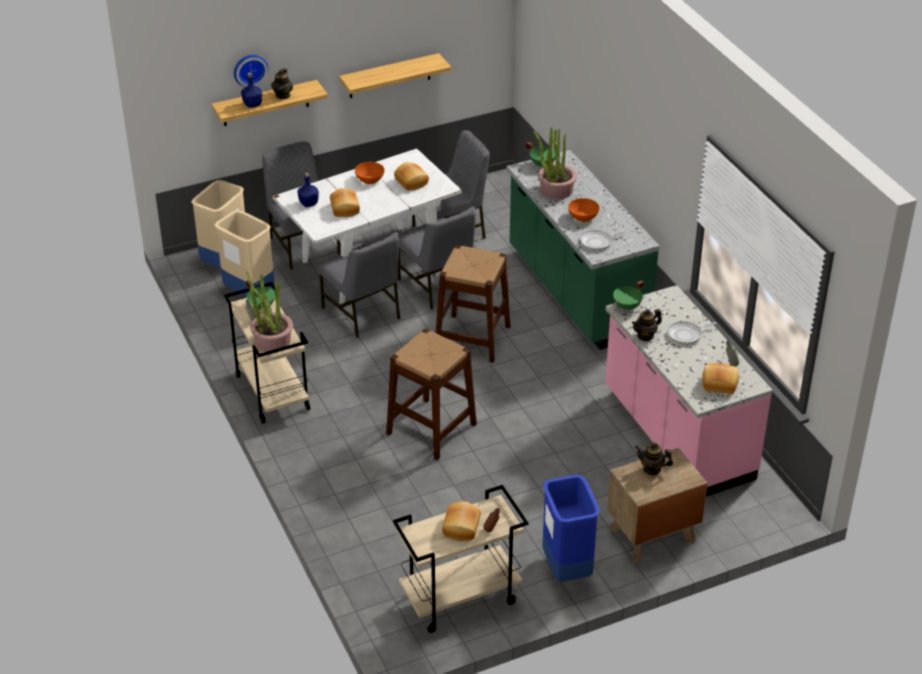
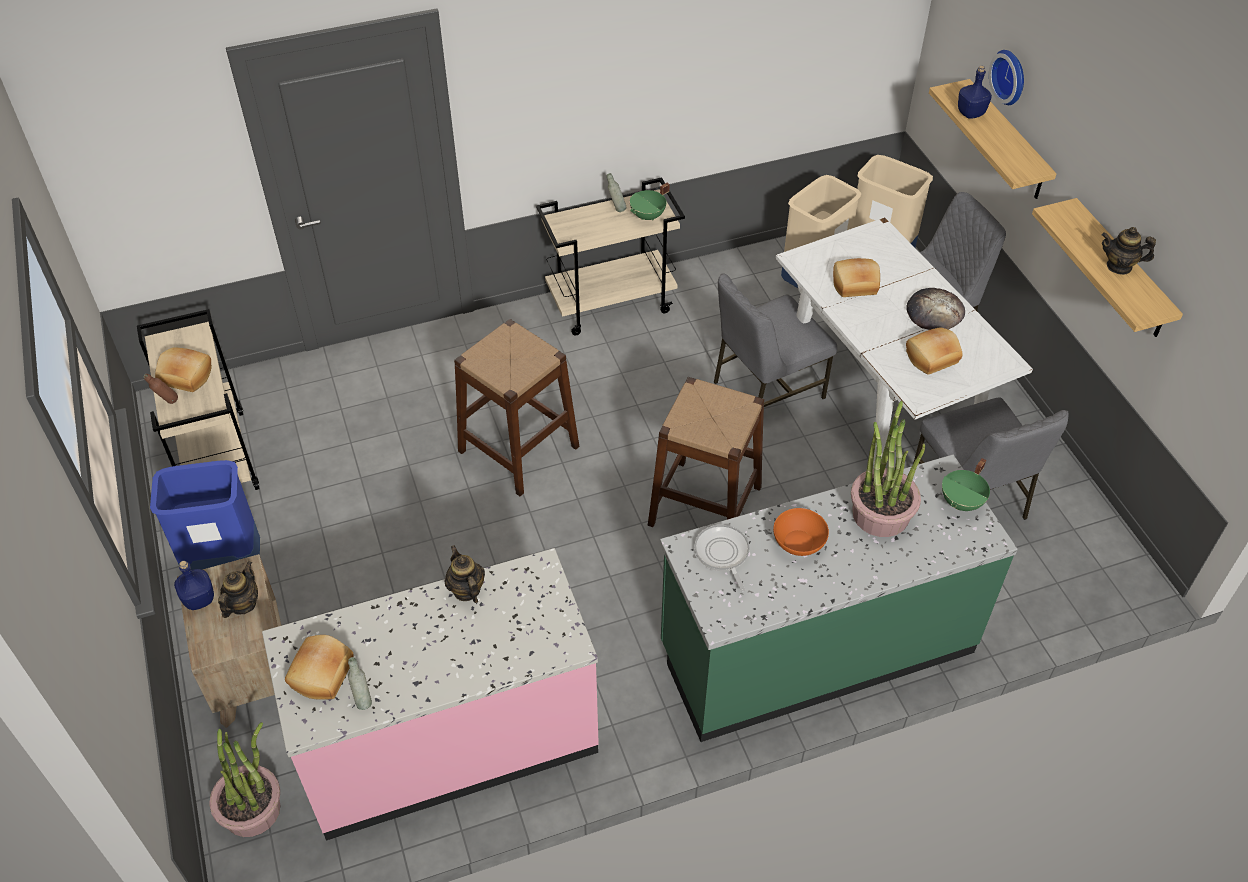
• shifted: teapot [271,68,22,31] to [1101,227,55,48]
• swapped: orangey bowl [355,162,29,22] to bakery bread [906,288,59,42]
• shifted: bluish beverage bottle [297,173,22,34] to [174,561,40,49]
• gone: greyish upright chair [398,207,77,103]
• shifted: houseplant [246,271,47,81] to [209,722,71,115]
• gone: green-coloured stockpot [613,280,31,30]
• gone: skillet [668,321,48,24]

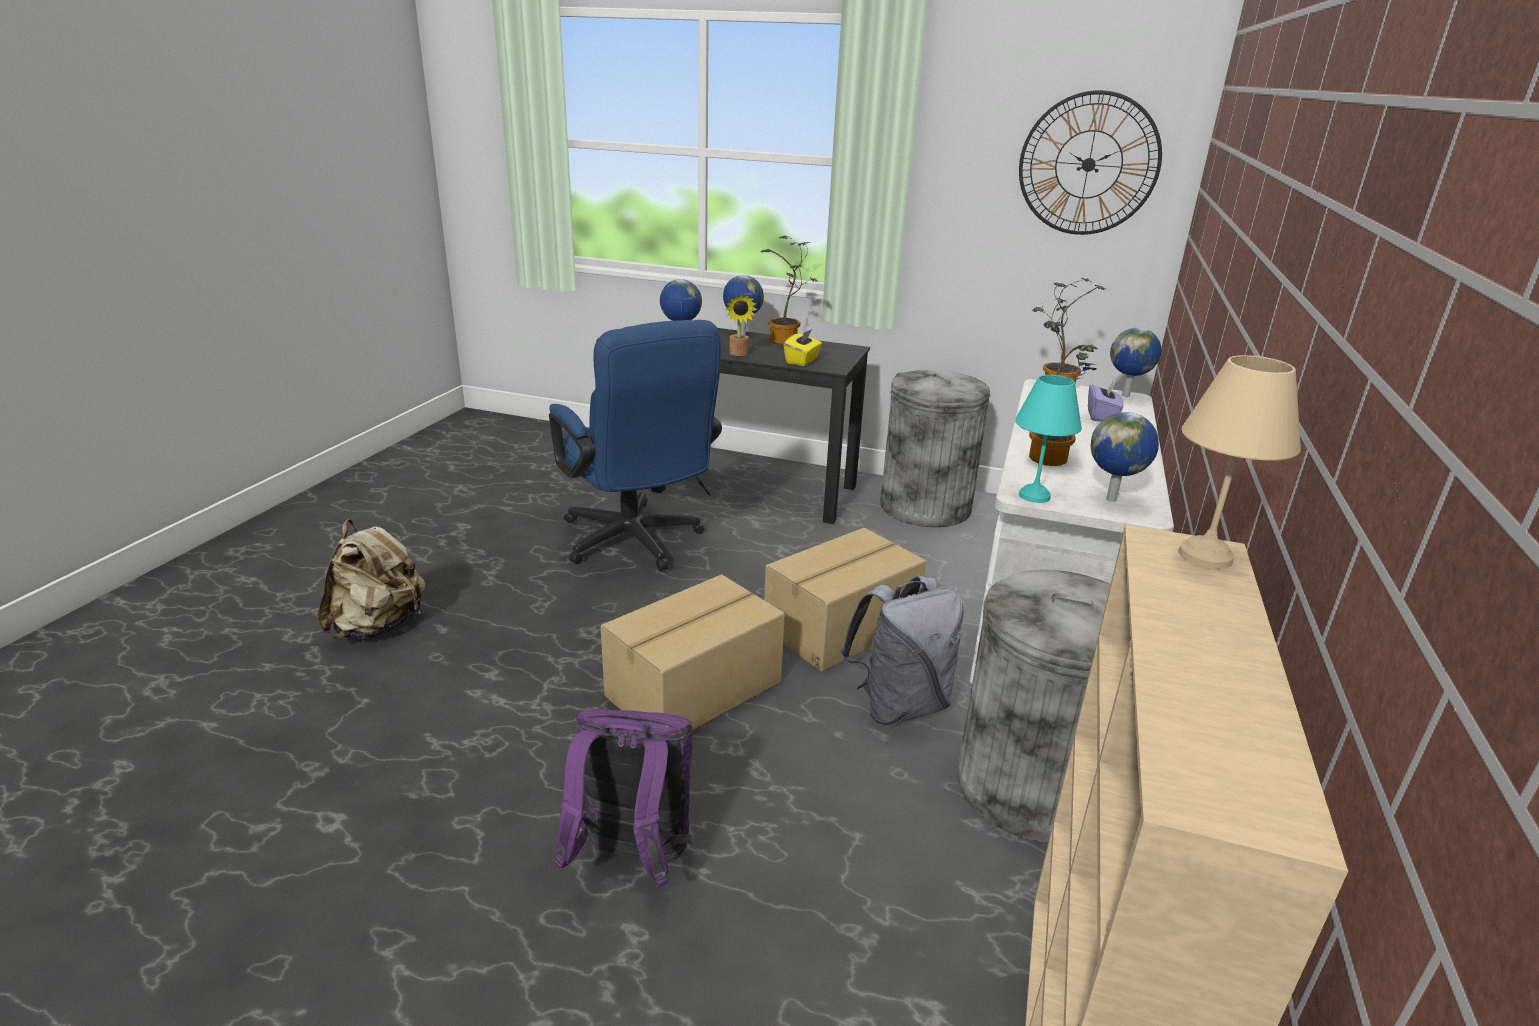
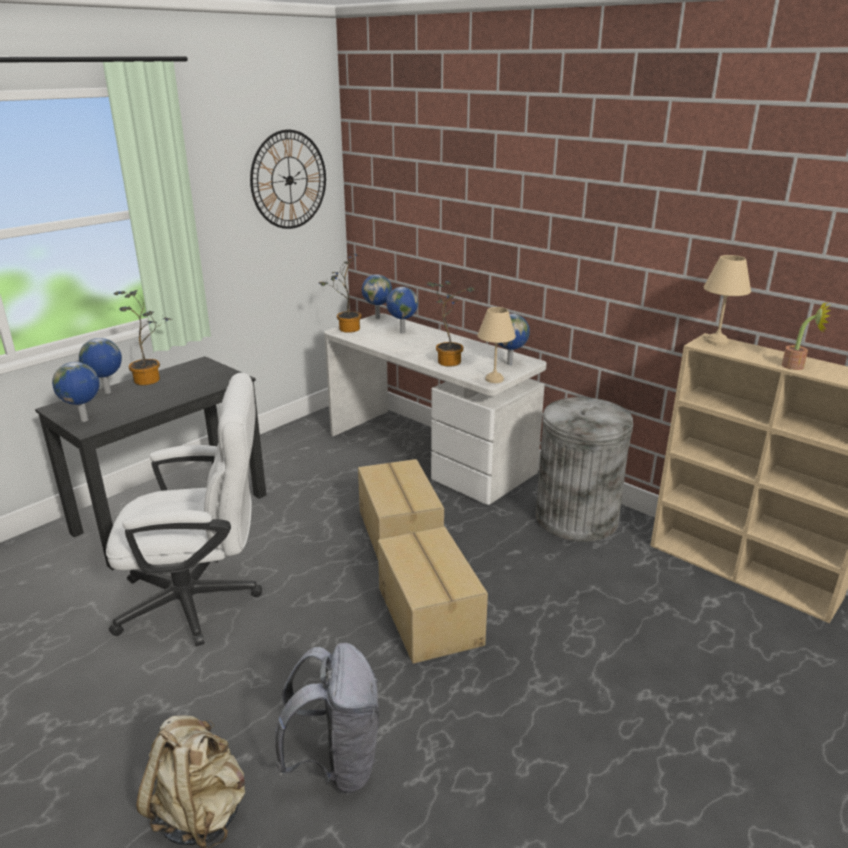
• shifted: houseplant [726,294,31,62] to [782,301,49,69]
• repainted: bluish office chair [549,320,173,251] to white office chair [106,373,156,273]
• gone: yellow-coloured box of tissues [784,329,38,37]
• gone: greyish waste bin [880,370,110,157]
• repainted: turquoise tabletop lamp [1015,375,67,128] to beige-coloured tabletop lamp [478,307,38,76]
• swapped: purple-coloured box of tissues [1088,380,36,42] to world globe [386,287,32,46]
• shifted: greyish knapsack [840,575,123,150] to [275,643,104,151]
• gone: purple-coloured knapsack [555,709,138,178]

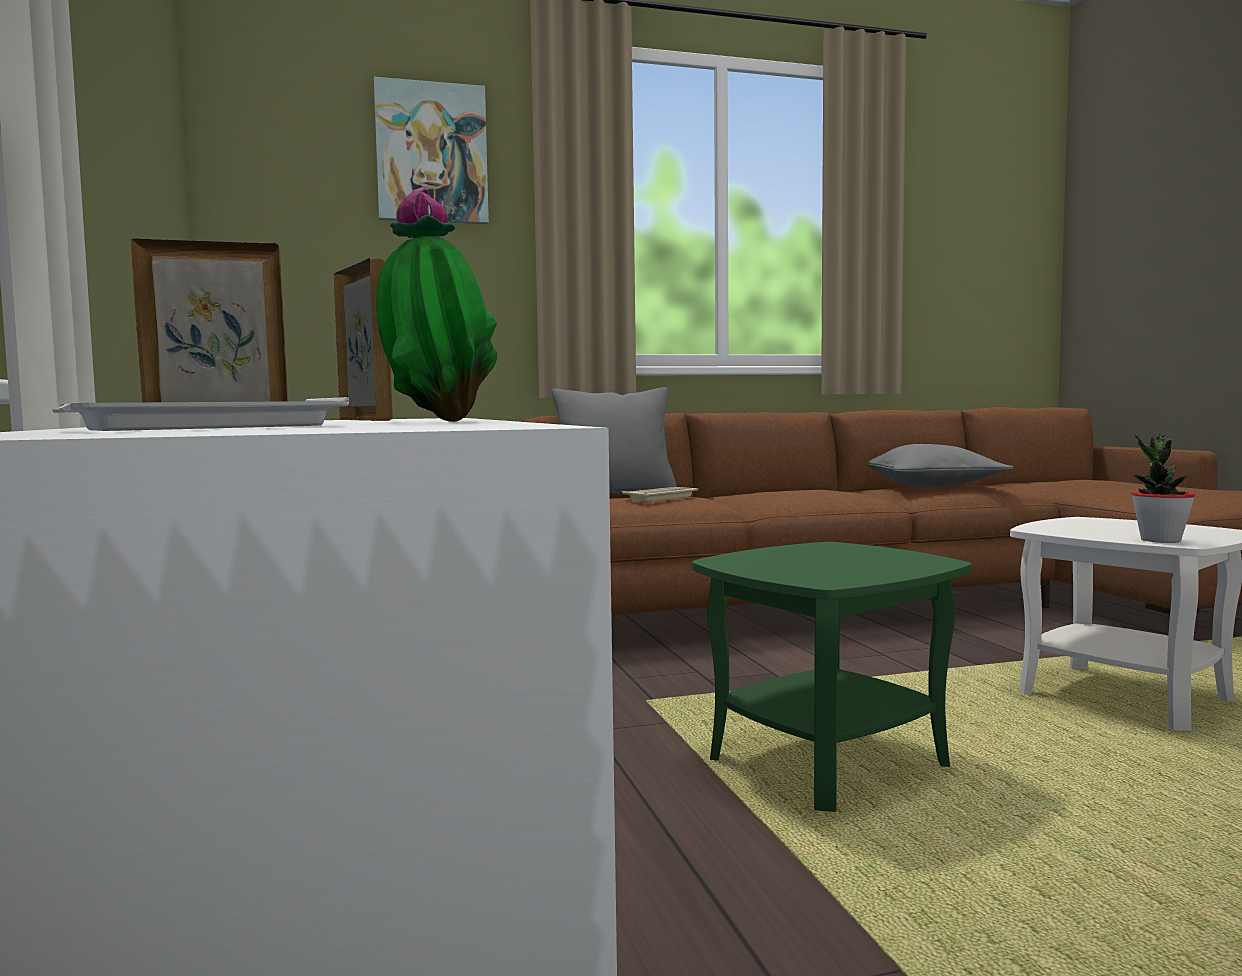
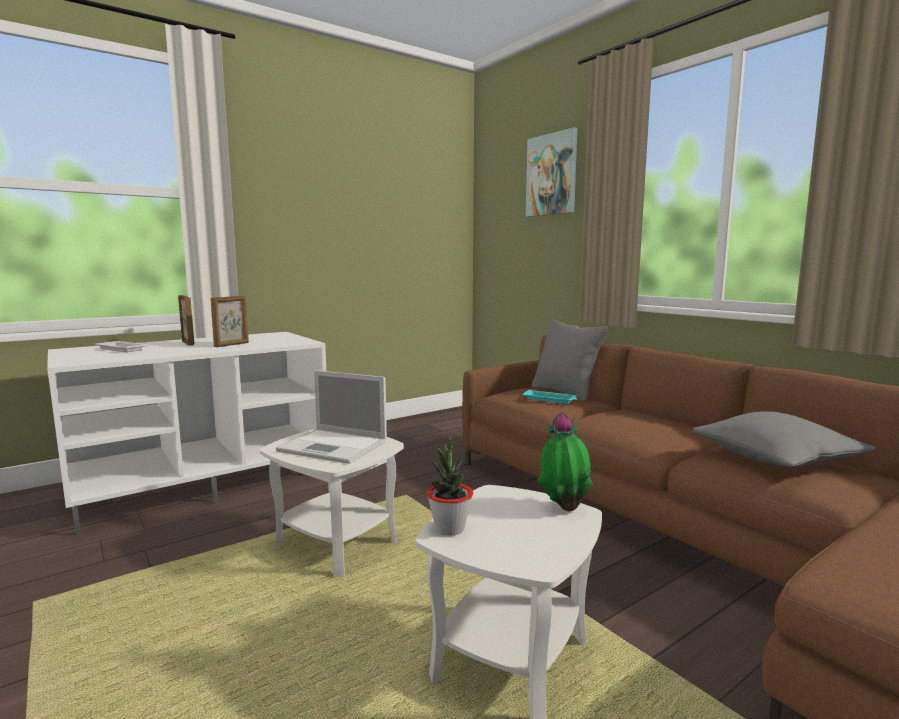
• shifted: houseplant [376,187,122,235] to [537,413,56,98]
• repainted: beige-coloured serving tray [622,487,76,14] to turquoise serving tray [523,389,54,15]
• repainted: green-coloured end table [692,542,280,270] to white end table [260,429,144,148]
• new: portable computer [276,370,111,94]

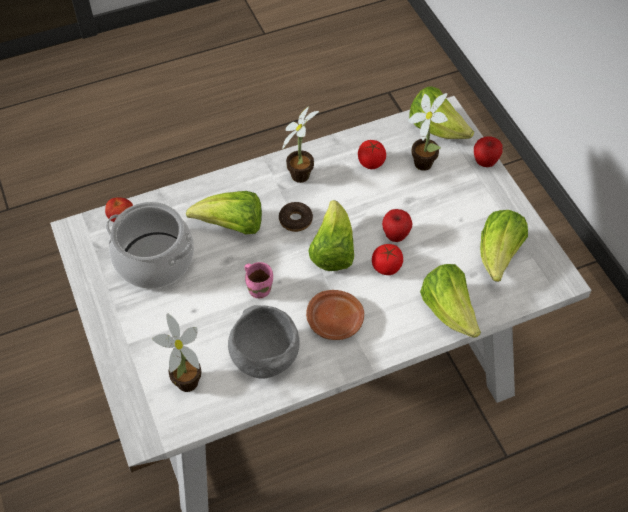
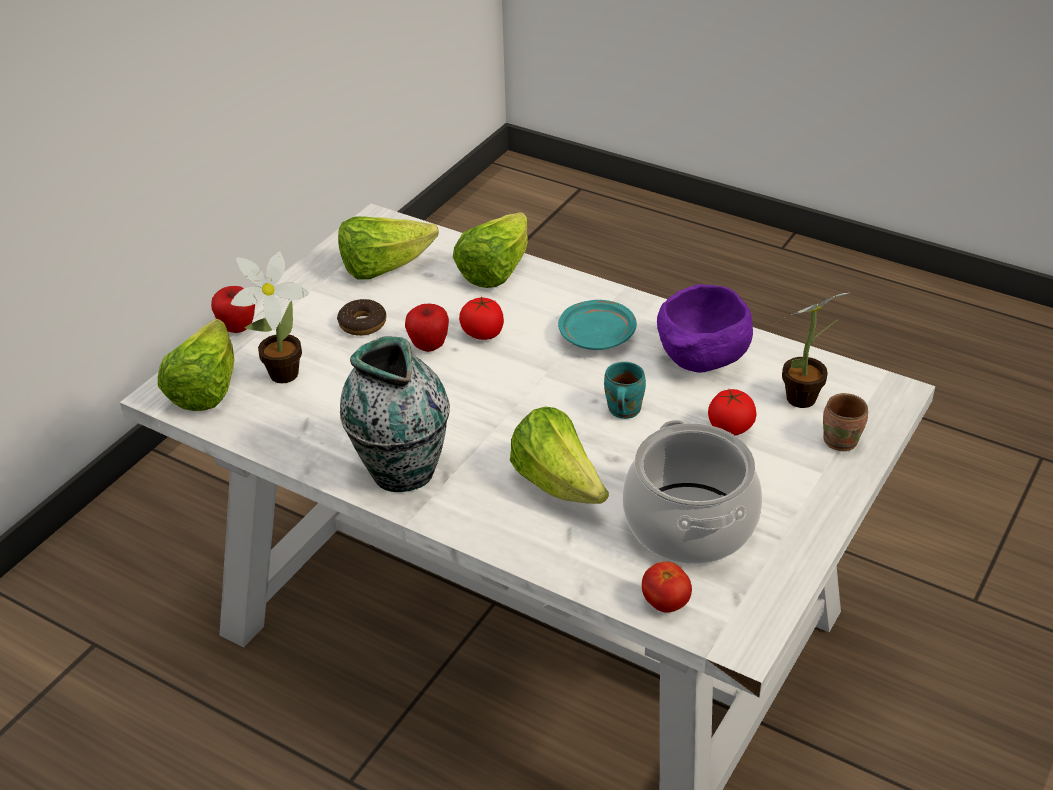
• swapped: houseplant [282,106,37,77] to flower vase [340,337,110,155]
• shifted: whole tomato [358,140,28,29] to [708,388,48,48]
• gone: head of lettuce [308,200,46,71]
• shifted: doughnut [279,202,34,30] to [337,299,49,37]
• repainted: pink-coloured coffee mug [244,262,29,36] to turquoise coffee mug [604,362,42,57]
• repainted: brownish flat dish [306,290,58,50] to turquoise flat dish [558,300,79,50]
• repainted: greyish bowl [228,305,72,74] to purple-coloured bowl [657,284,96,89]
• new: brownish coffee mug [823,393,45,58]

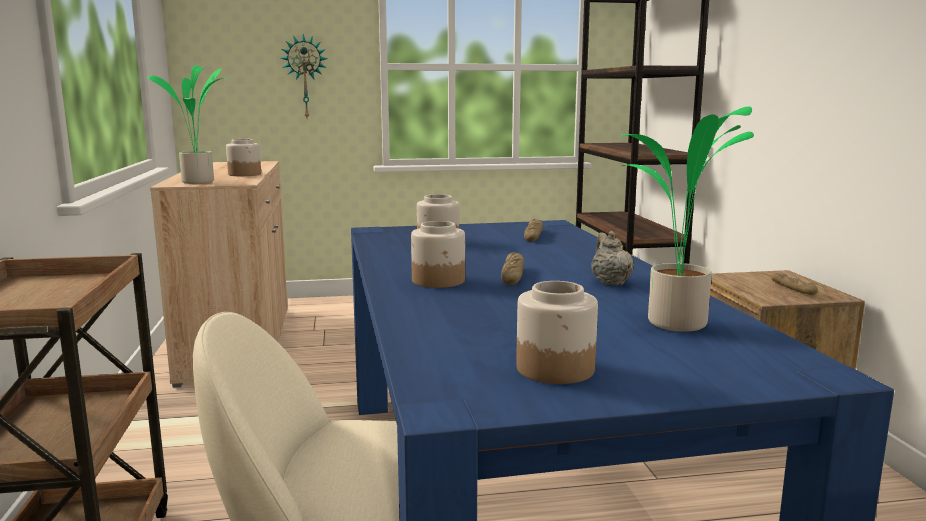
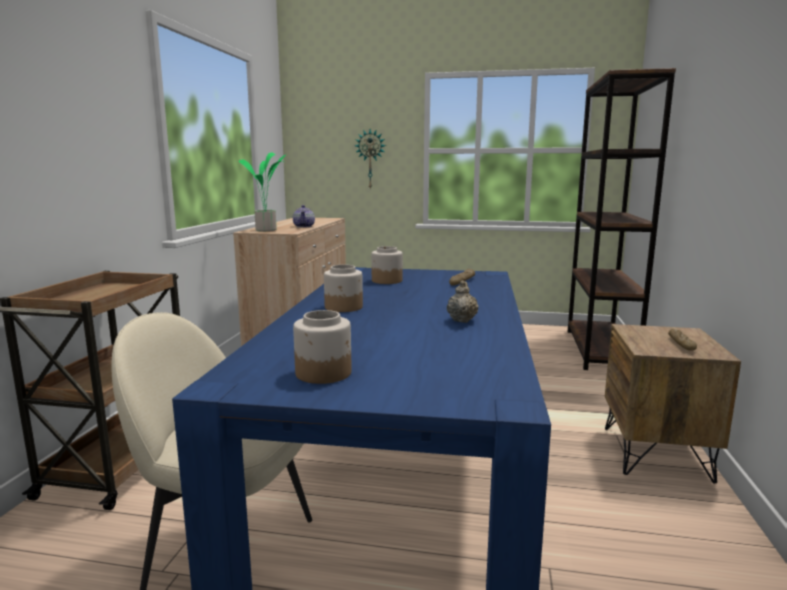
• gone: houseplant [622,106,132,226]
• swapped: storage jar [226,139,35,37] to teapot [293,205,22,23]
• gone: bakery bread [502,252,22,33]

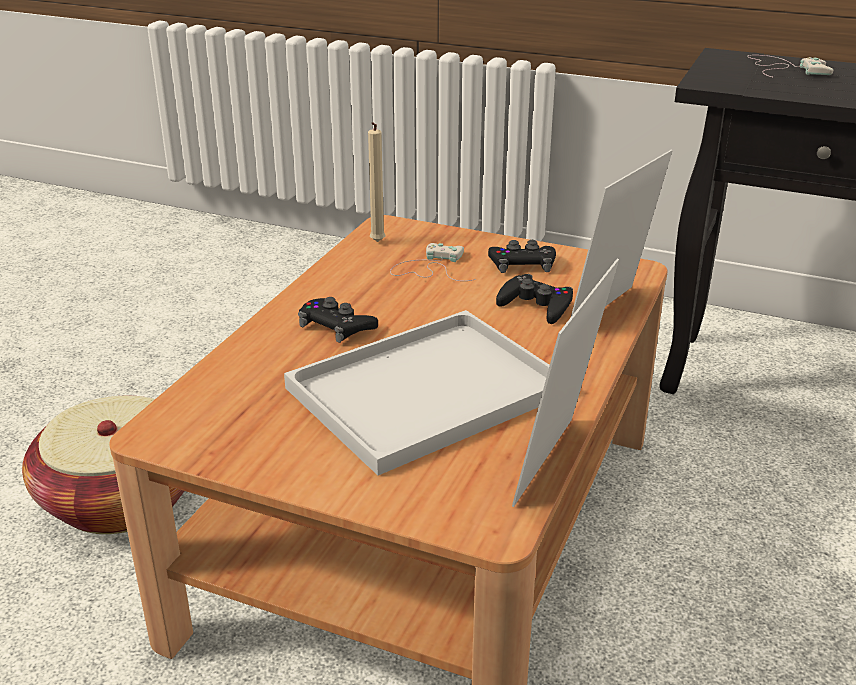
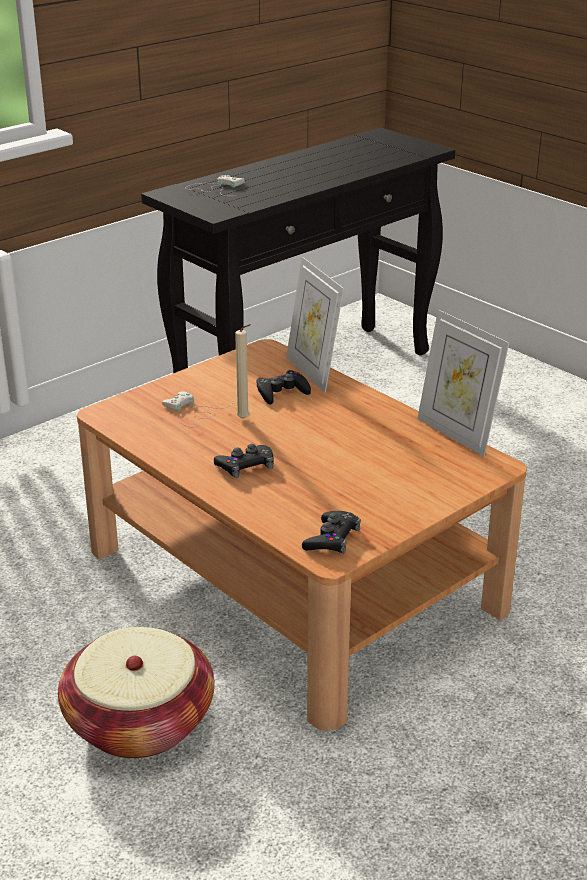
• shifted: beige-coloured wax light [368,122,17,120] to [235,324,15,95]
• shifted: blackish game controller [488,240,68,33] to [302,511,59,42]
• gone: white serving tray [284,310,266,165]

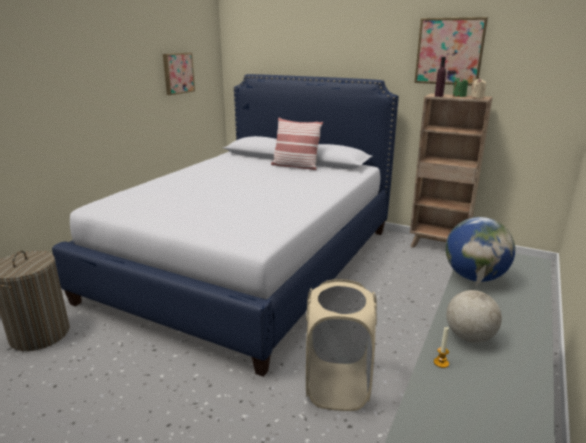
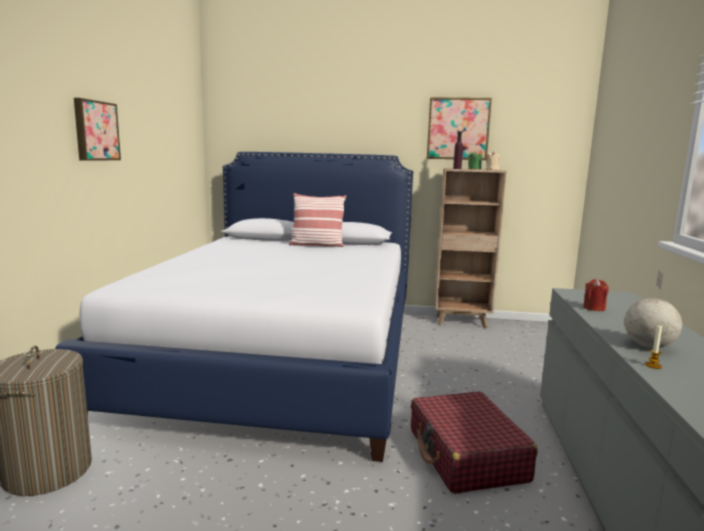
• shifted: wall picture [163,53,32,42] to [74,98,47,63]
• swapped: world globe [446,217,69,65] to reddish wax light [583,279,26,32]
• swapped: beige-coloured washing basket [306,279,71,132] to reddish suitcase [411,391,126,103]

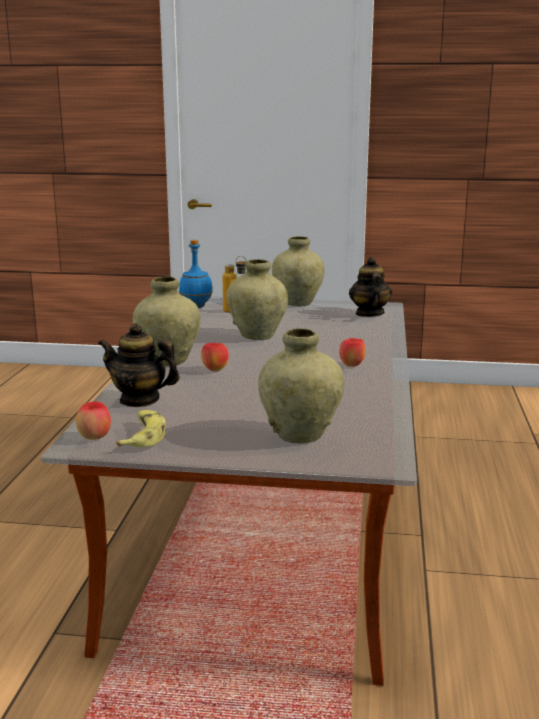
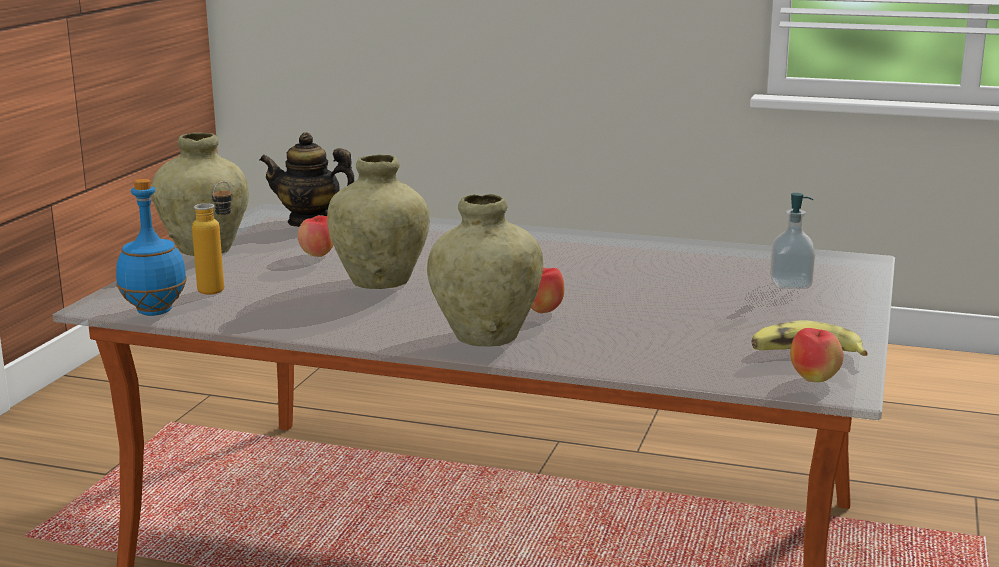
• gone: teapot [98,323,82,84]
• swapped: beige-coloured flower vase [258,328,86,115] to liquid soap bottle [770,193,45,96]
• shifted: apple [339,338,27,29] to [298,215,35,42]

